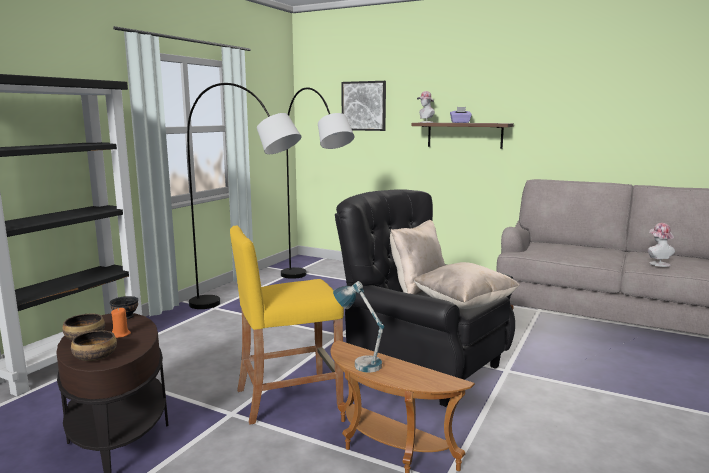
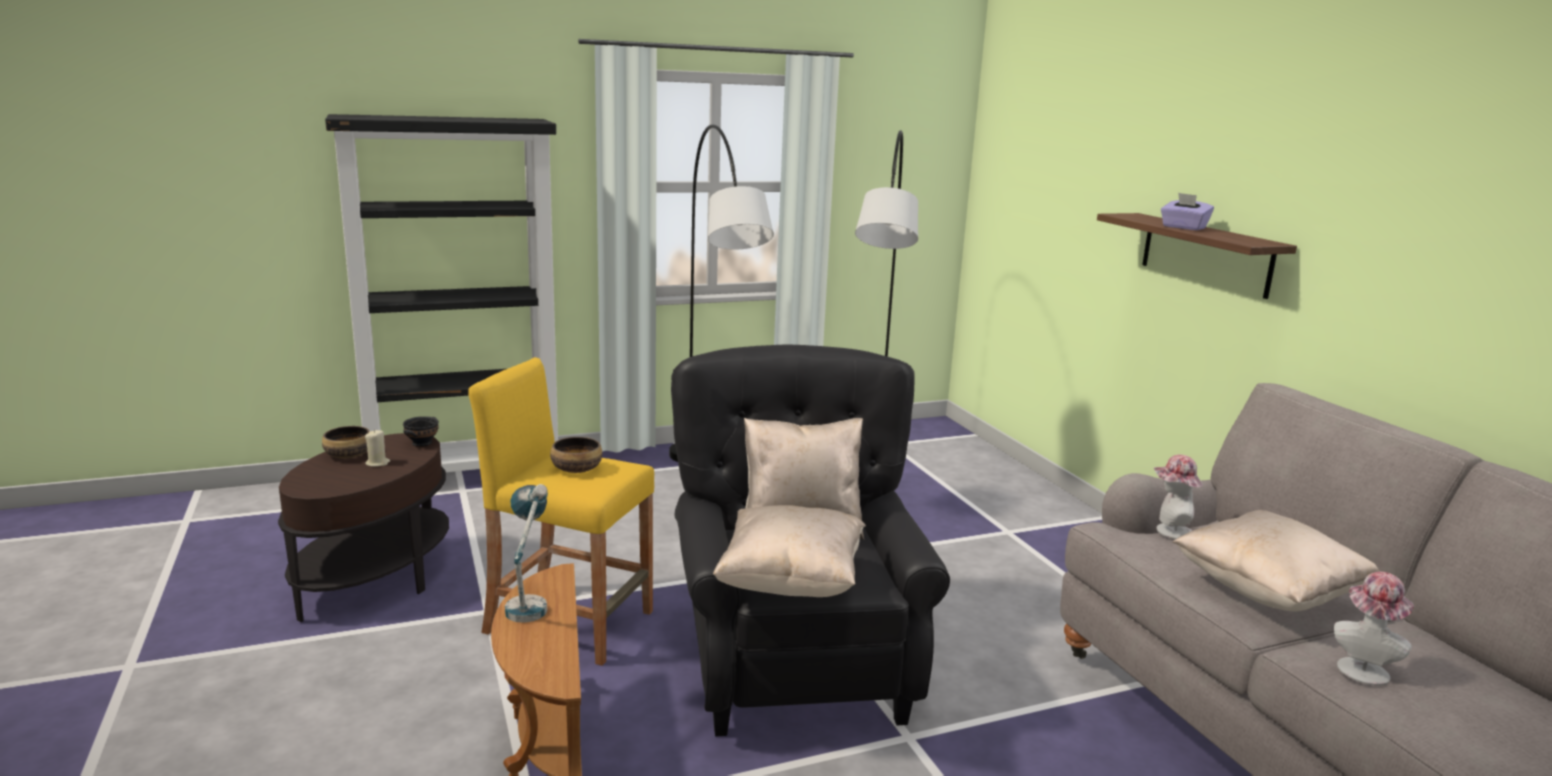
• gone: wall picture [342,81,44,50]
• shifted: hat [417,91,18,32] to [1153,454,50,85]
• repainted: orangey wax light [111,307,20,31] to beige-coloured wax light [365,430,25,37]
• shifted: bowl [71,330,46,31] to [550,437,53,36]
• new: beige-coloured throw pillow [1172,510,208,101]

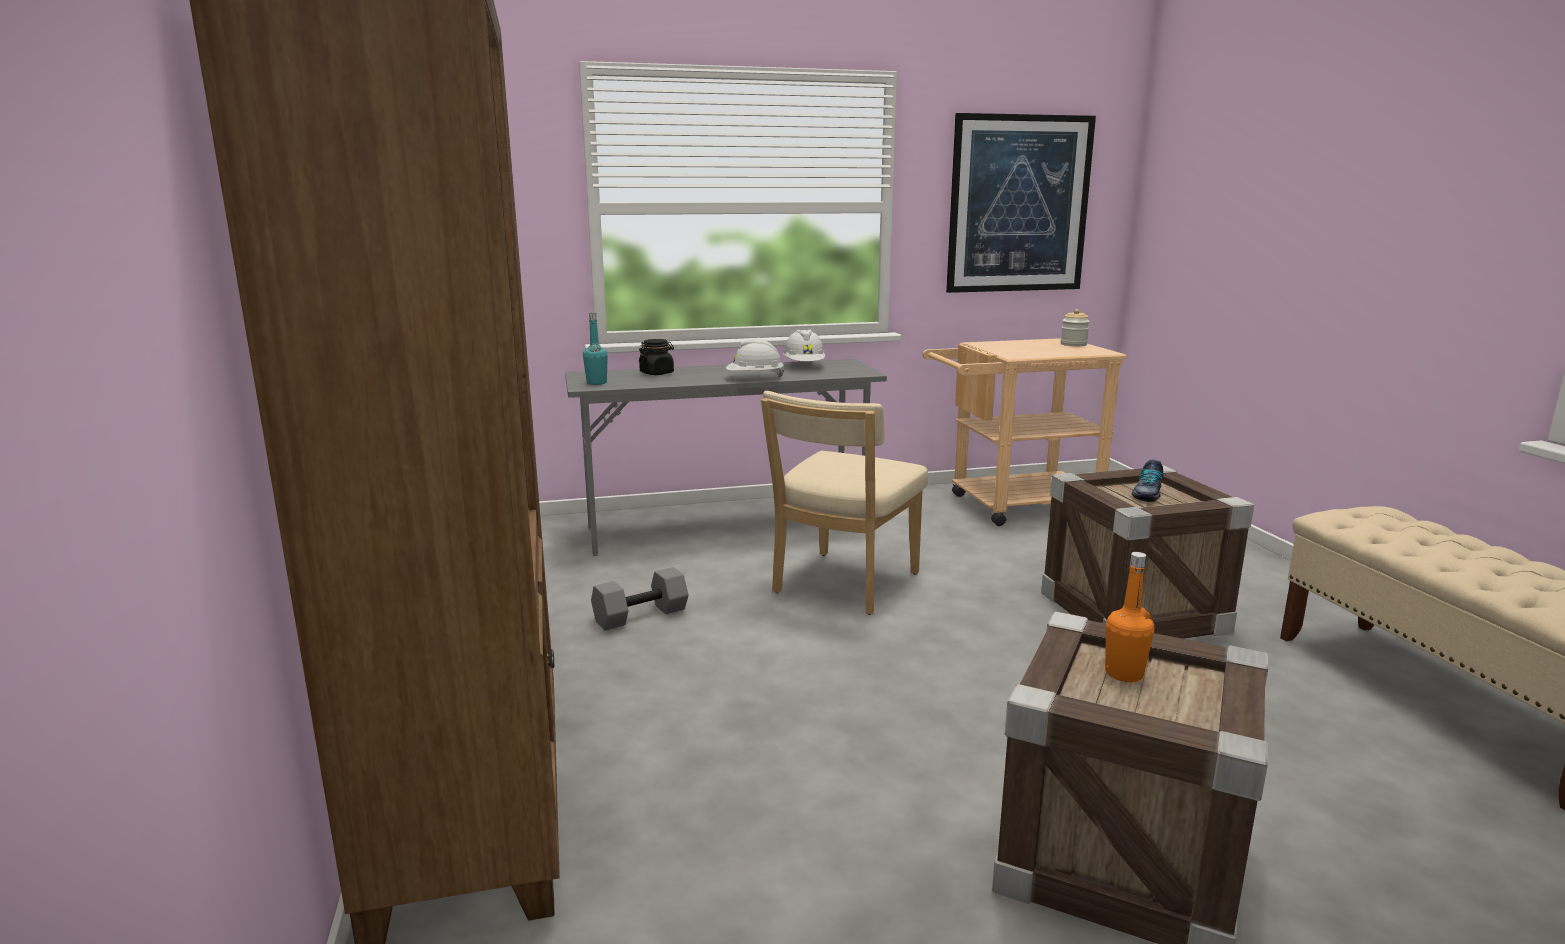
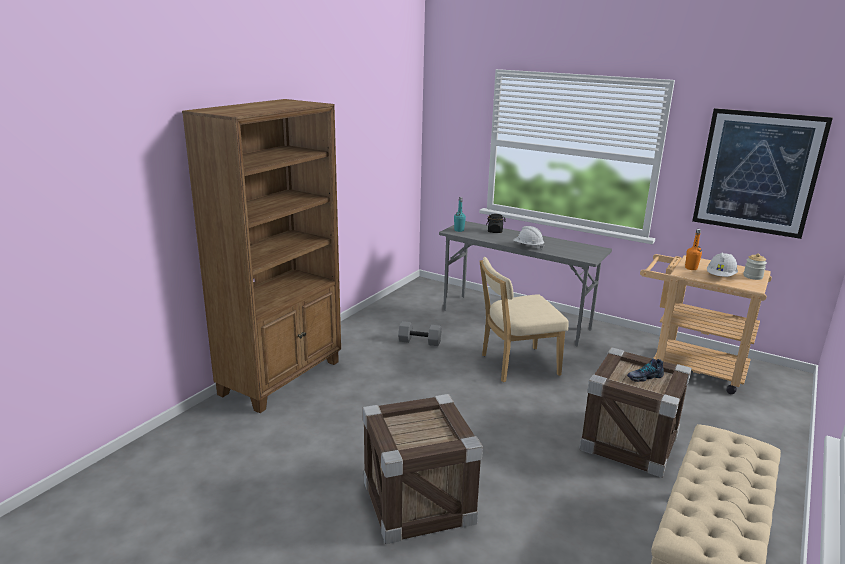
• shifted: white hard hat [783,329,42,33] to [707,252,31,25]
• shifted: orangey beverage bottle [1105,552,49,130] to [685,229,17,41]

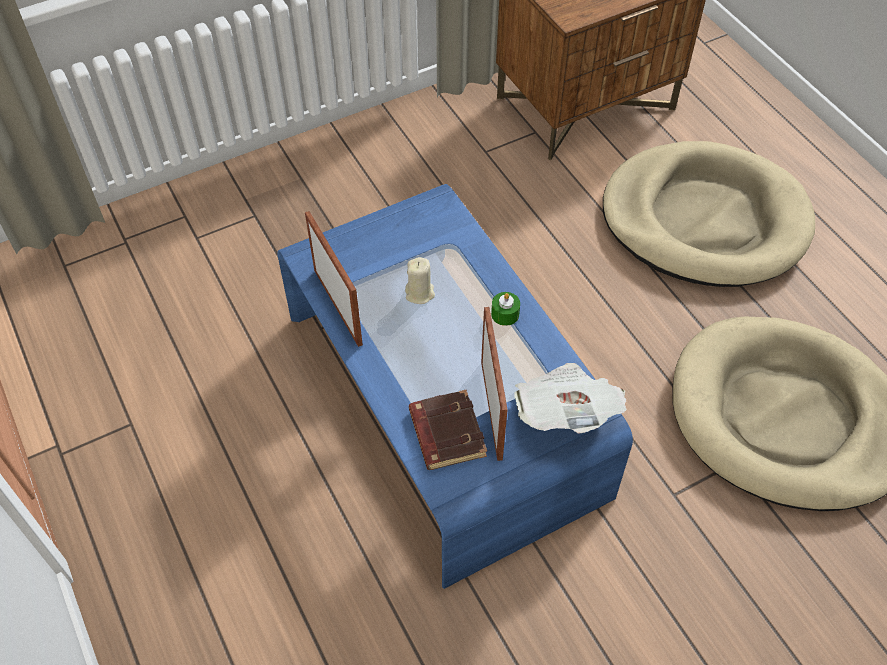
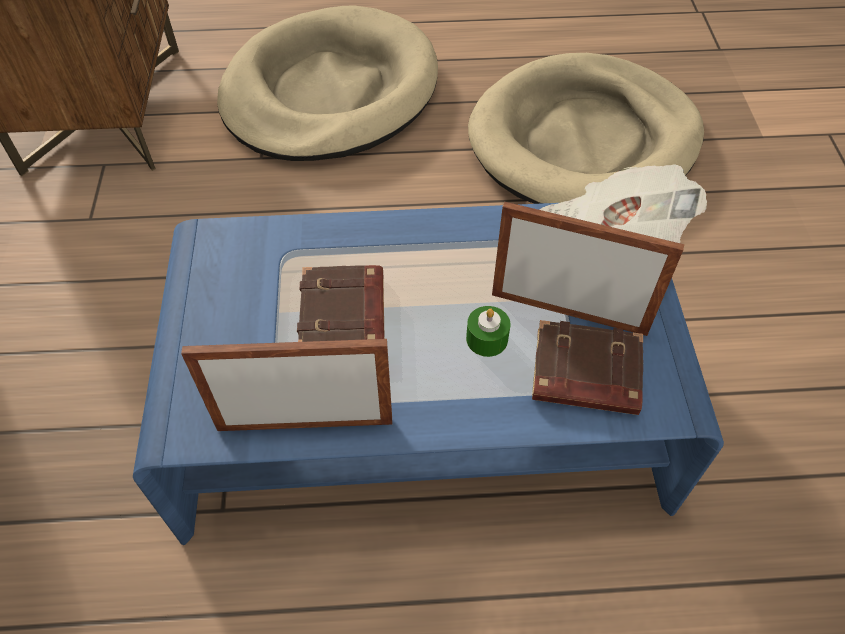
• swapped: beige-coloured wax light [405,257,30,47] to brownish bound book [297,265,88,77]
• shifted: green-coloured wax light [491,292,29,34] to [466,306,45,51]

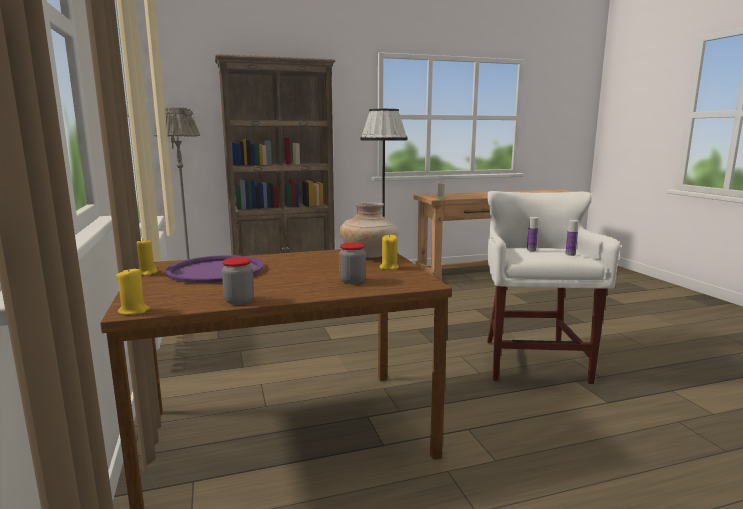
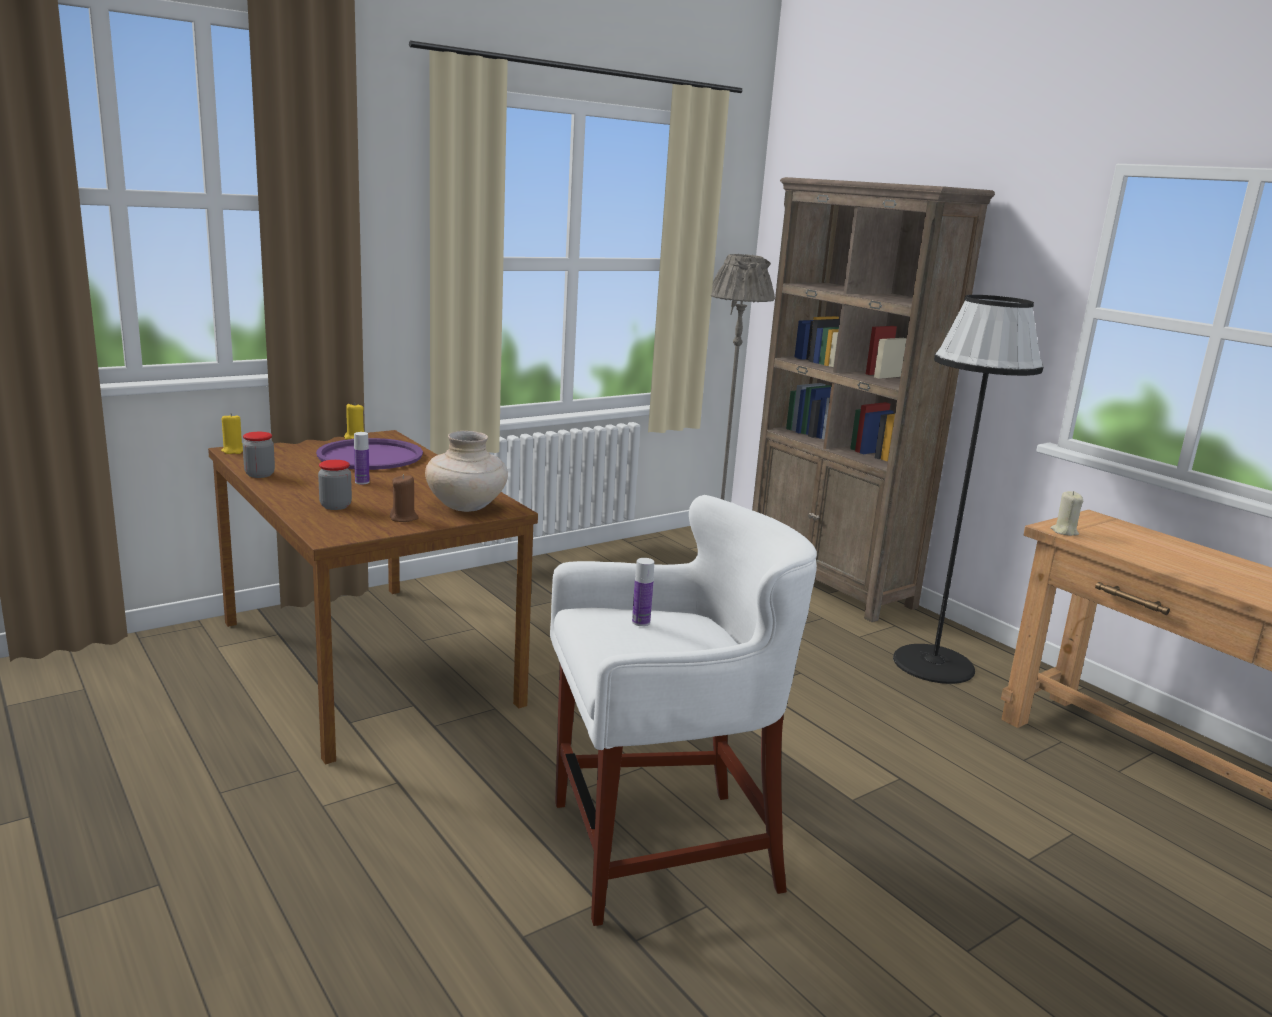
• shifted: beverage bottle [566,220,13,36] to [354,432,15,52]
• repainted: yellow-coloured wax light [379,234,20,36] to brownish wax light [390,474,29,48]

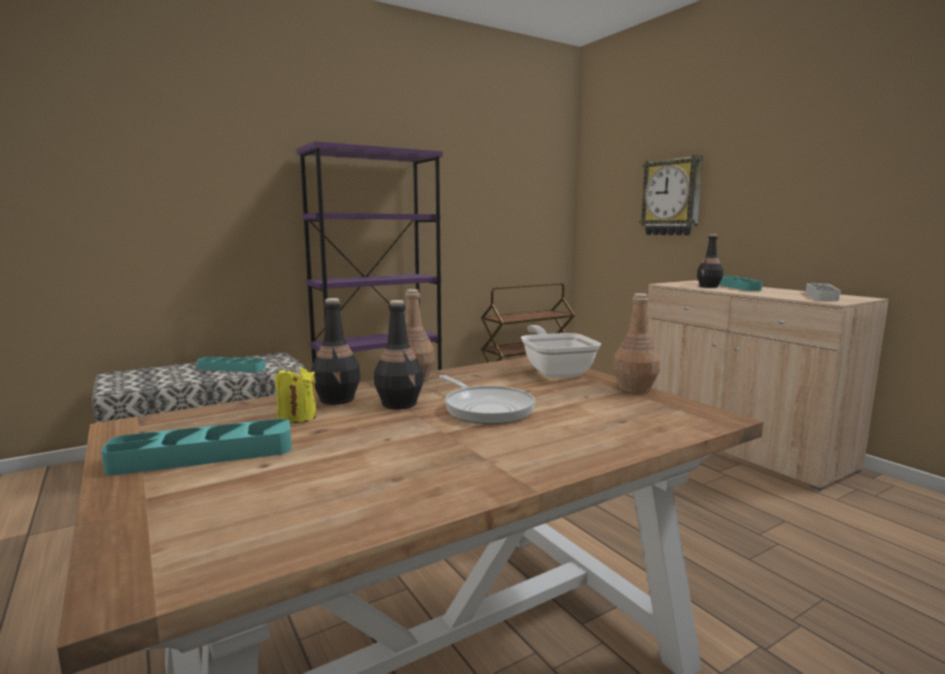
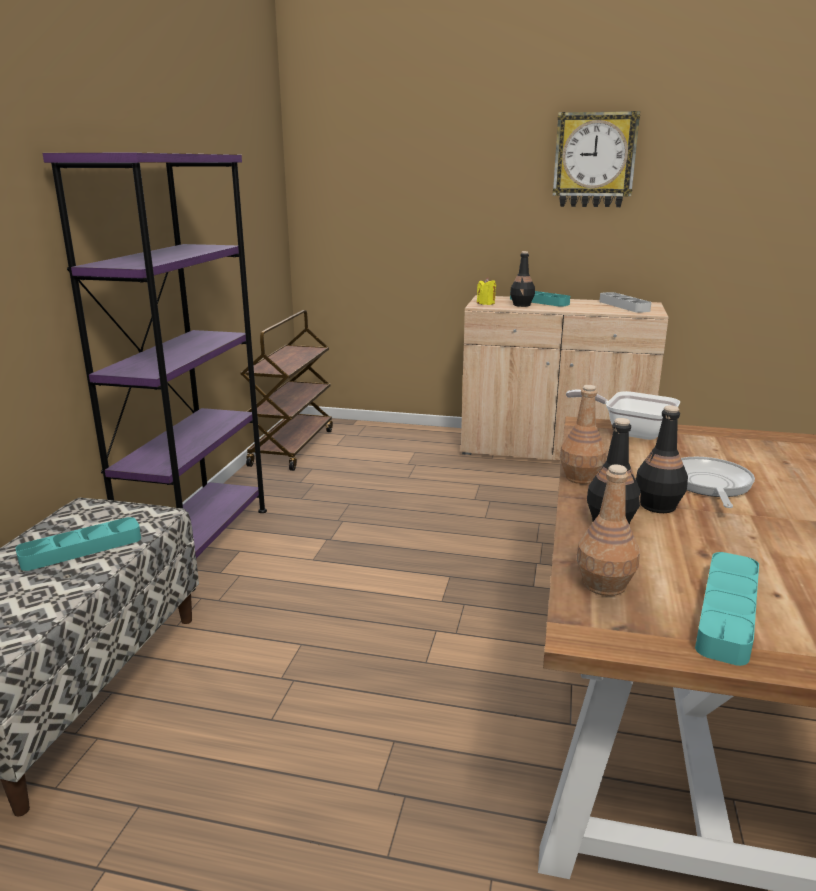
• shifted: wall clock [639,155,64,81] to [553,111,87,96]
• shifted: brownish beverage bottle [613,293,47,100] to [577,465,63,131]
• shifted: yellow-coloured wax light [274,364,42,60] to [477,278,19,27]
• rotated: skillet [439,375,96,49] = [681,457,74,51] 90 degrees counterclockwise

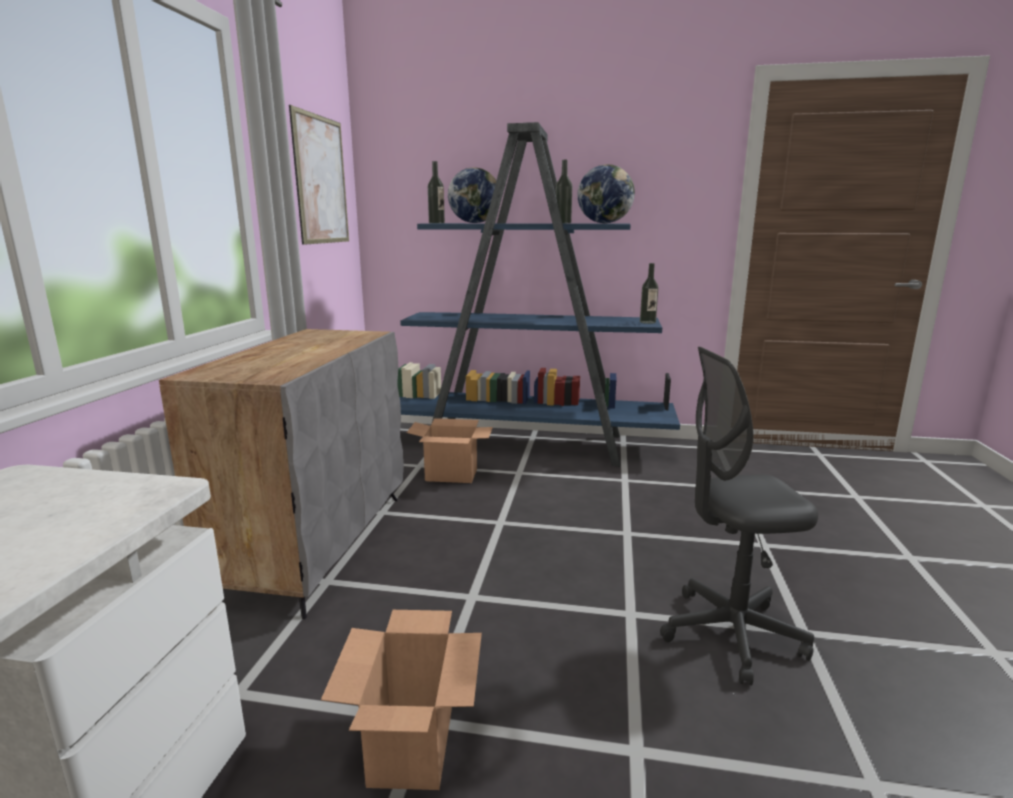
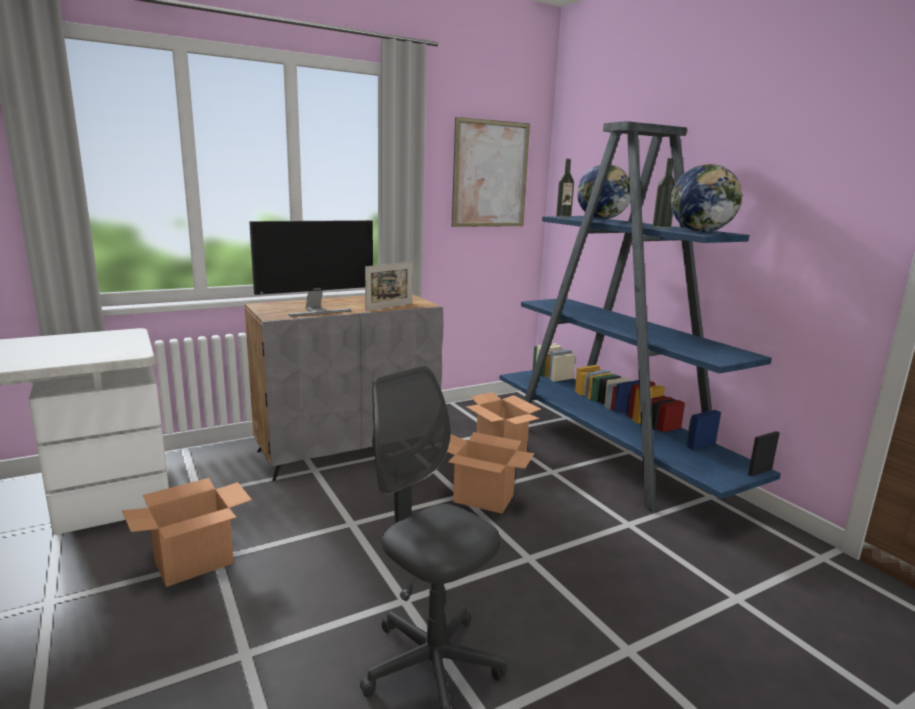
• gone: beverage bottle [640,263,18,61]
• new: monitor [249,220,124,97]
• new: photo frame [365,262,48,49]
• new: carton [447,432,88,82]

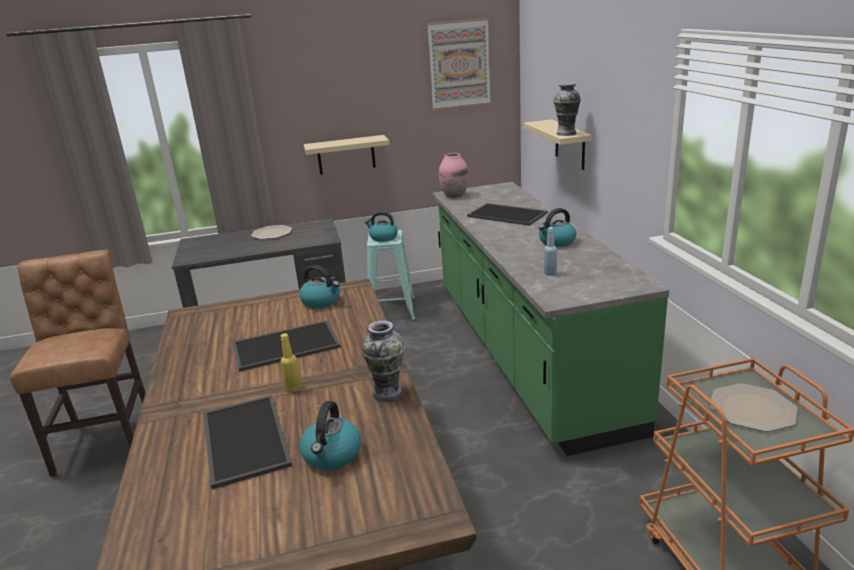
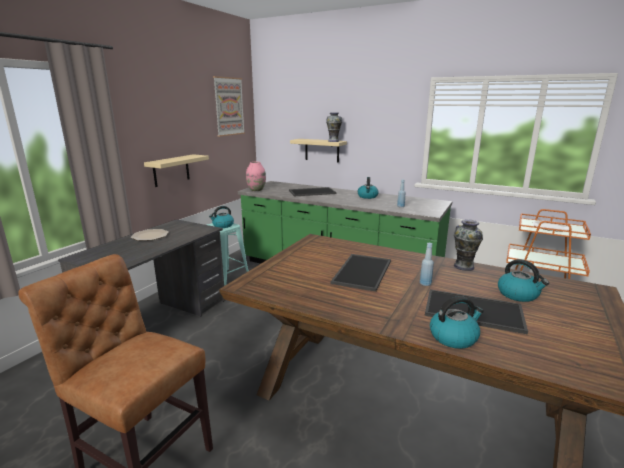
• shifted: tea kettle [299,265,41,43] to [430,296,54,53]
• repainted: yellow-coloured beverage bottle [281,333,21,59] to bluish beverage bottle [420,243,14,43]

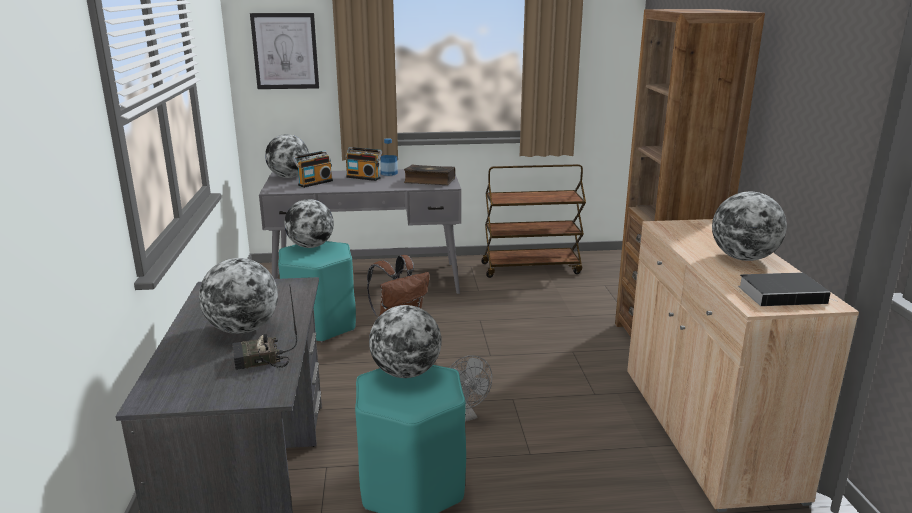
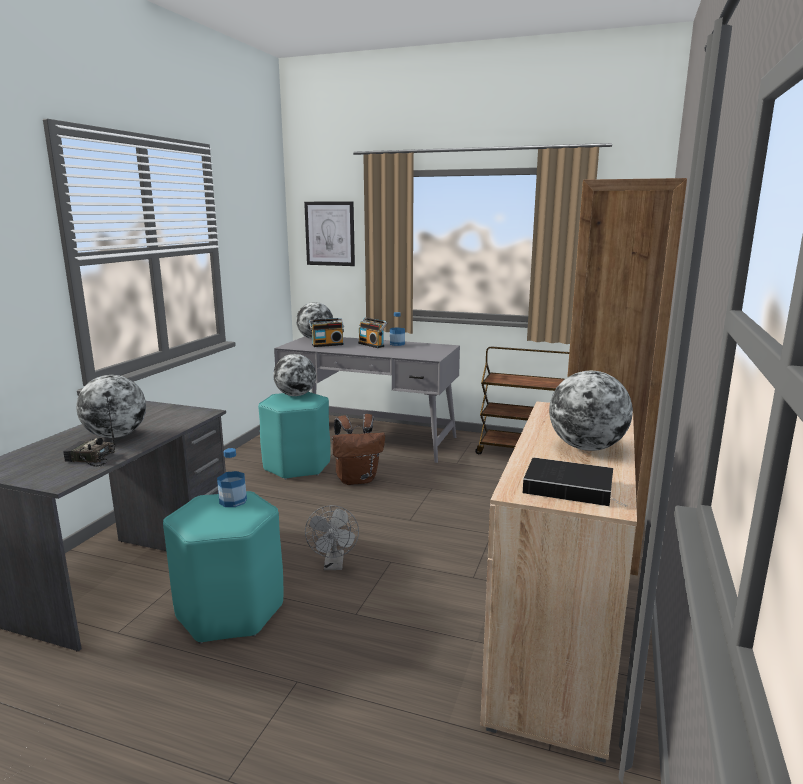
• gone: bound book [404,165,51,20]
• swapped: world globe [369,305,73,73] to beverage bottle [217,448,30,59]

